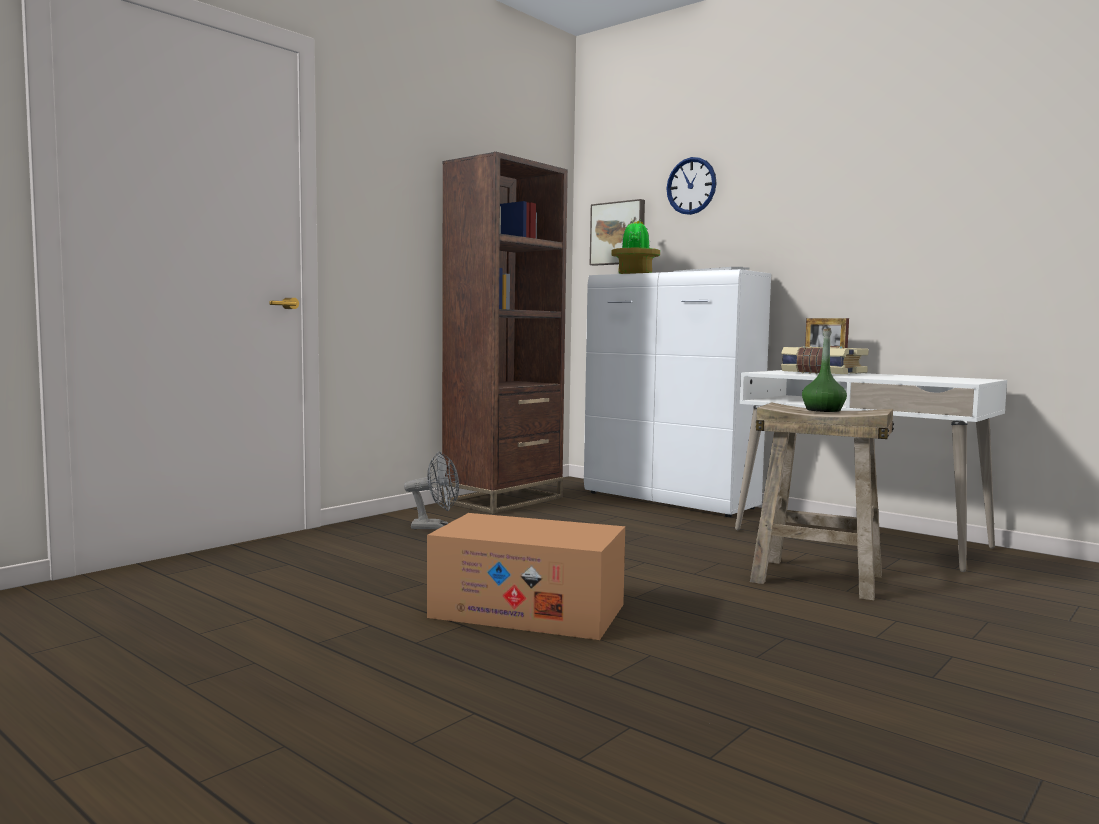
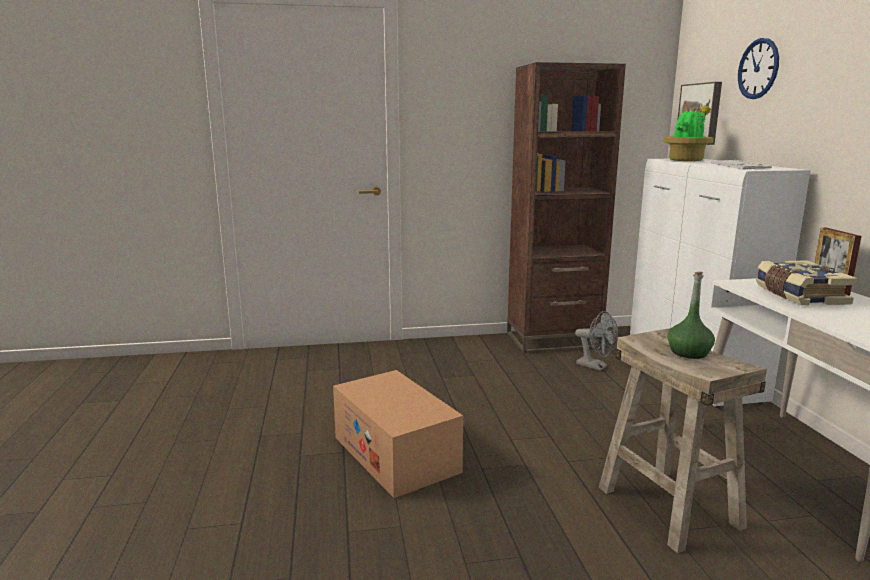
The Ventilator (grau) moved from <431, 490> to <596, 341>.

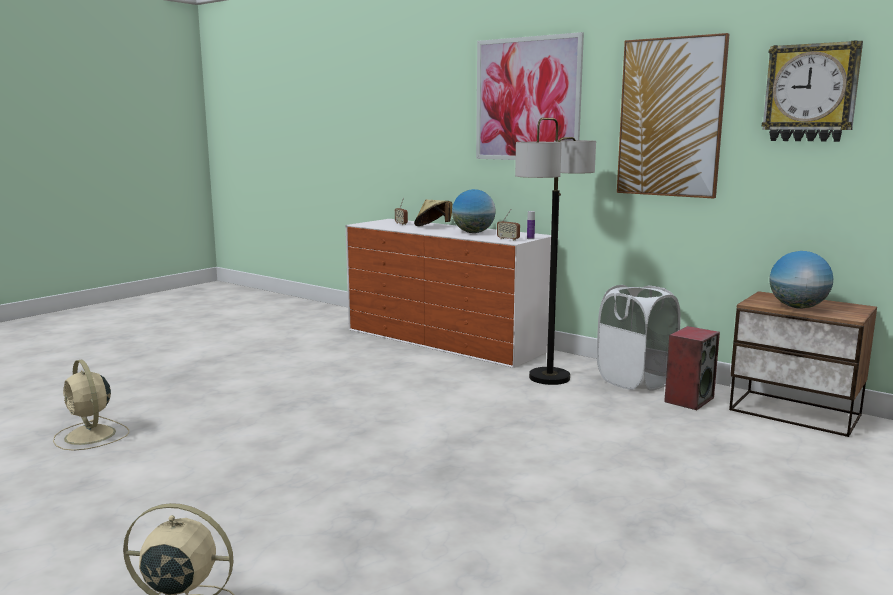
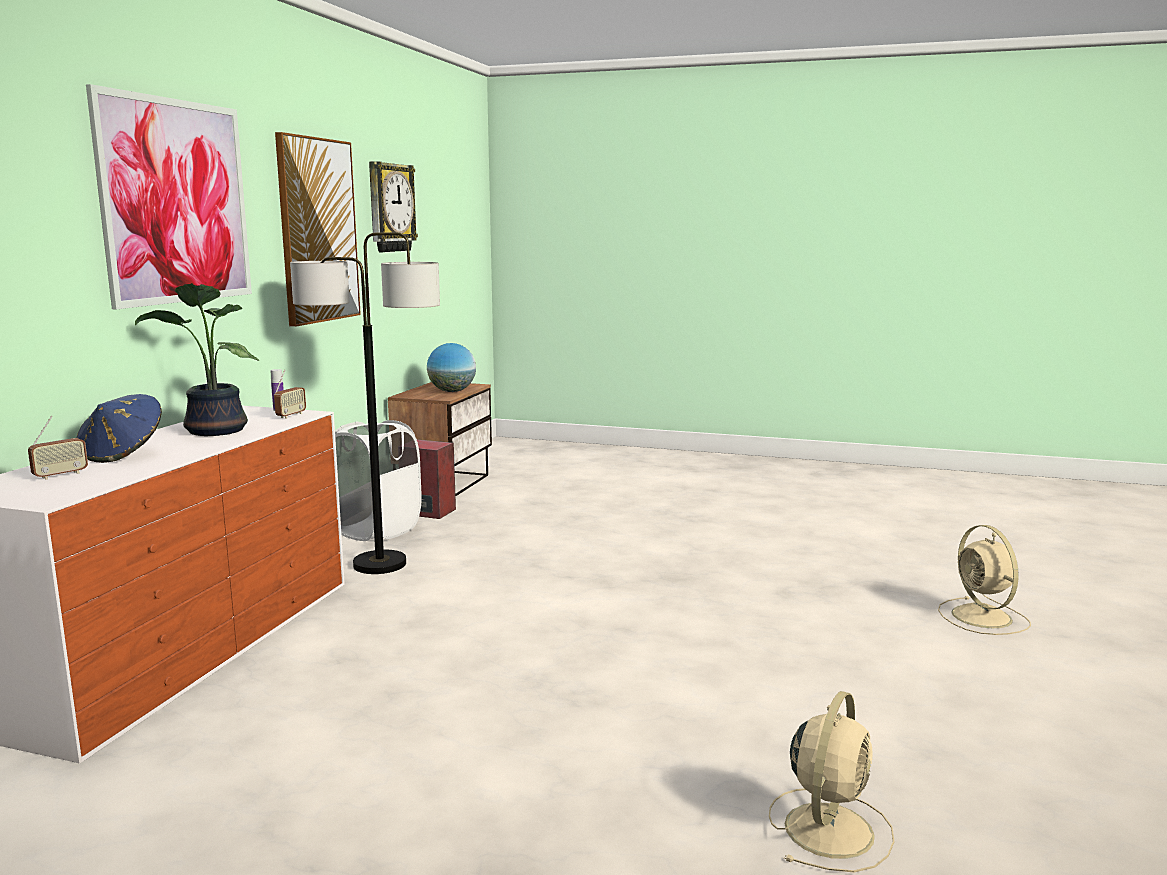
The Hut (beige) at <433, 213> became the Hut (blau) at <119, 428>.
The Globus at <474, 211> was replaced by the Topfpflanze at <197, 359>.

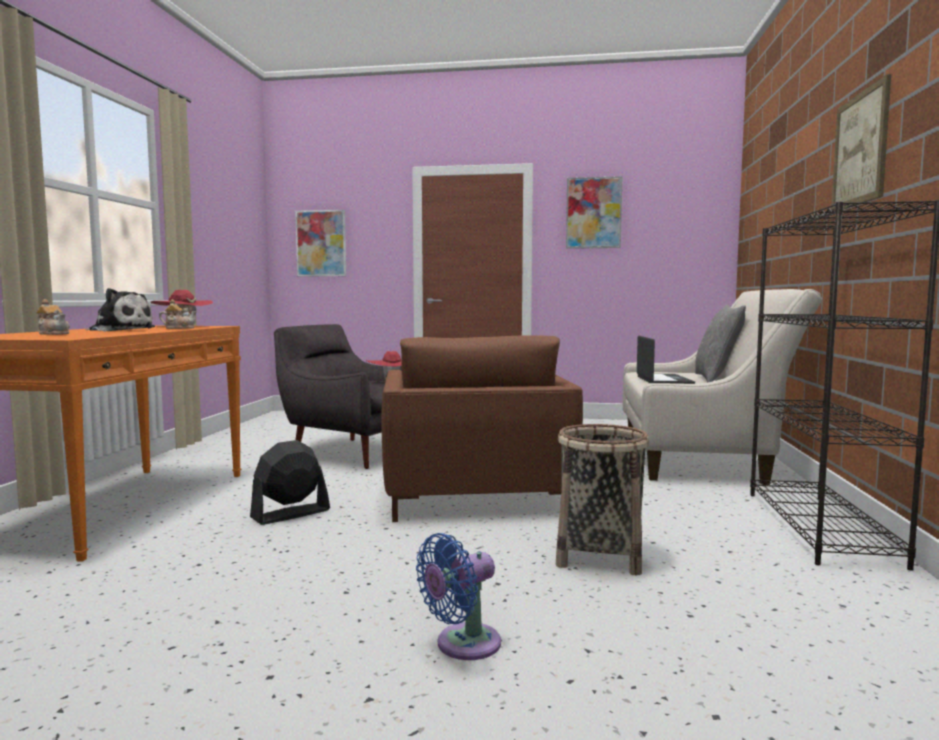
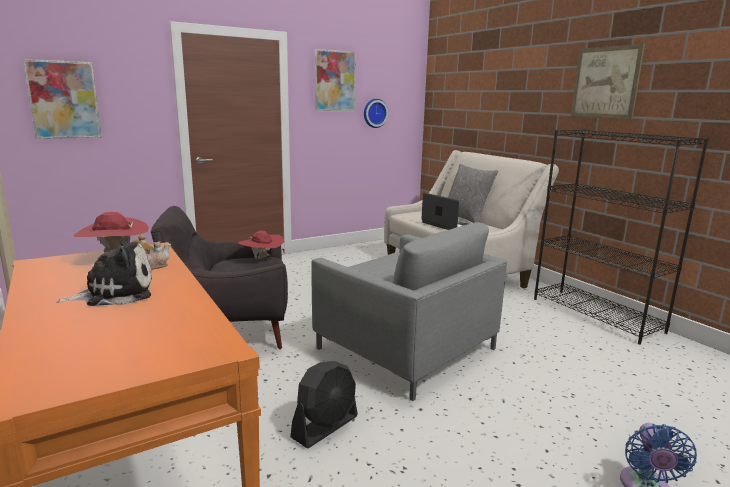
The Teekanne at <53, 317> disappeared.
The Ventilator (schwarz) at <290, 482> turned 150 degrees counterclockwise.
The Sessel (braun) at <482, 428> became the Sessel (grau) at <409, 311>.
The Korb at <603, 499> disappeared.
The Wanduhr at <376, 113> appeared.

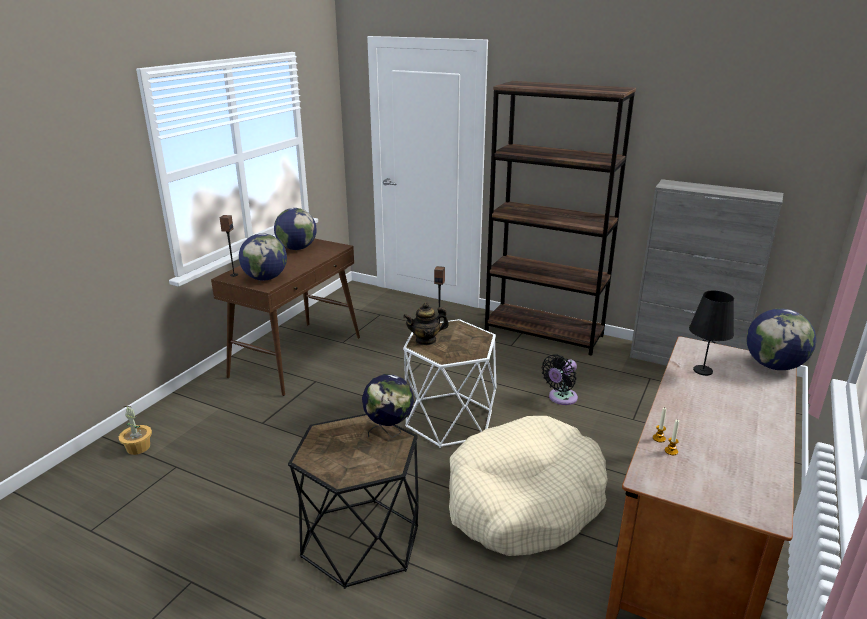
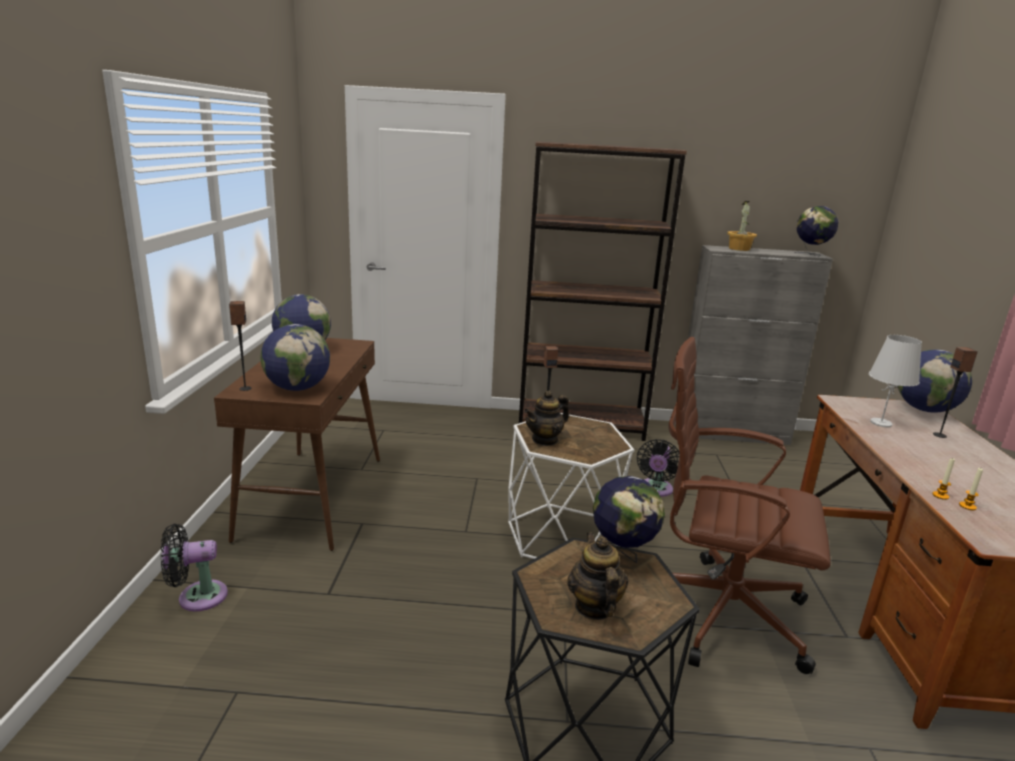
The Topfpflanze moved from <135, 430> to <742, 226>.
The Hundebett (beige) at <528, 486> was replaced by the Bürostuhl (braun) at <750, 505>.
The Tischlampe (schwarz) at <711, 333> became the Tischlampe (weiß) at <895, 381>.
The Ventilator (schwarz) at <194, 568> appeared.
The Teekanne at <597, 576> appeared.
The Globus at <816, 231> appeared.
The Lautsprecher at <955, 392> appeared.

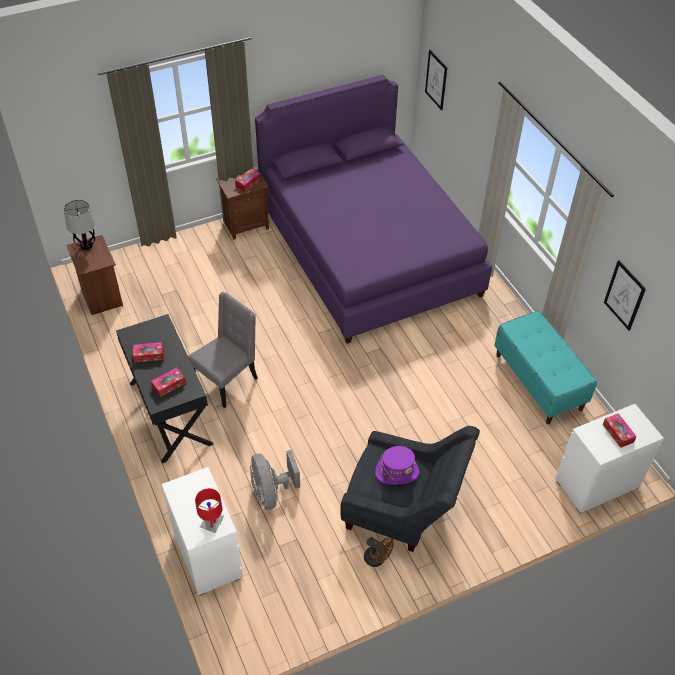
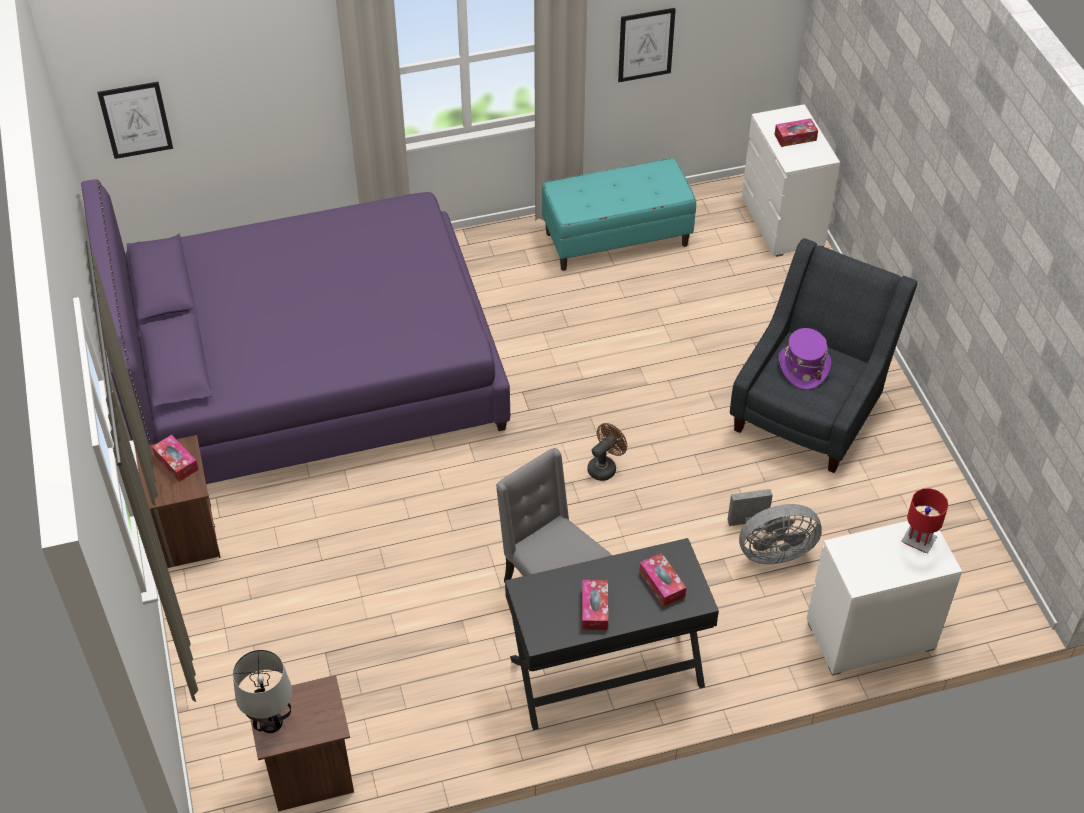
The Ventilator (braun) moved from <379, 552> to <607, 452>.

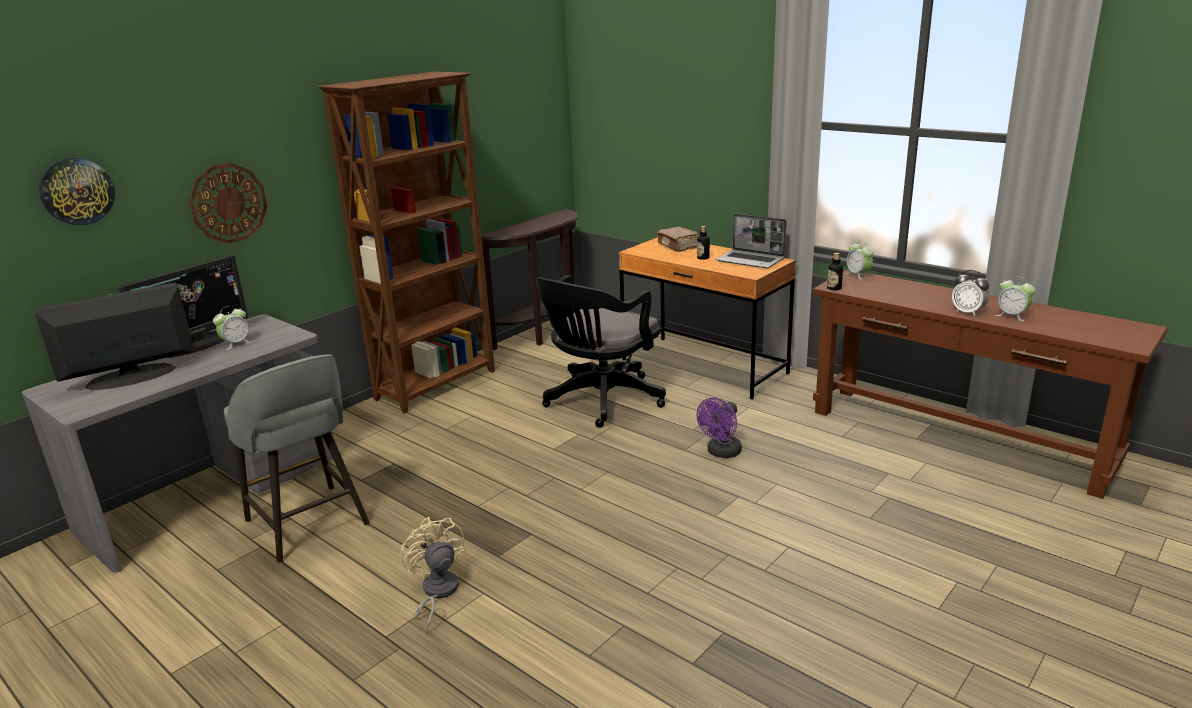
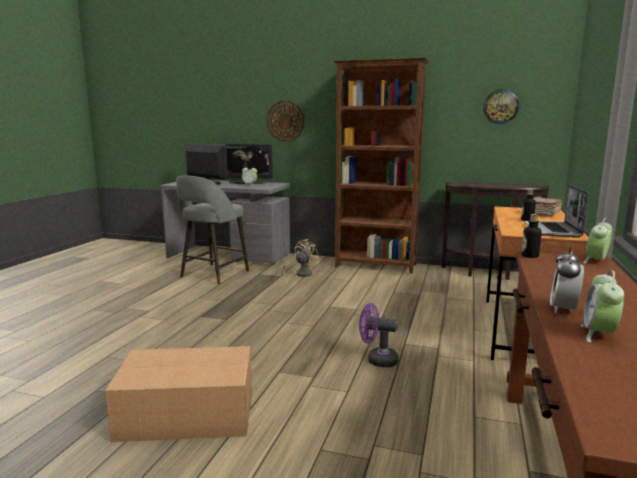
The Wanduhr moved from <77, 191> to <501, 106>.
The Ventilator (beige) moved from <433, 574> to <297, 258>.
The Bürostuhl (schwarz) at <601, 351> disappeared.
The Karton at <178, 394> appeared.

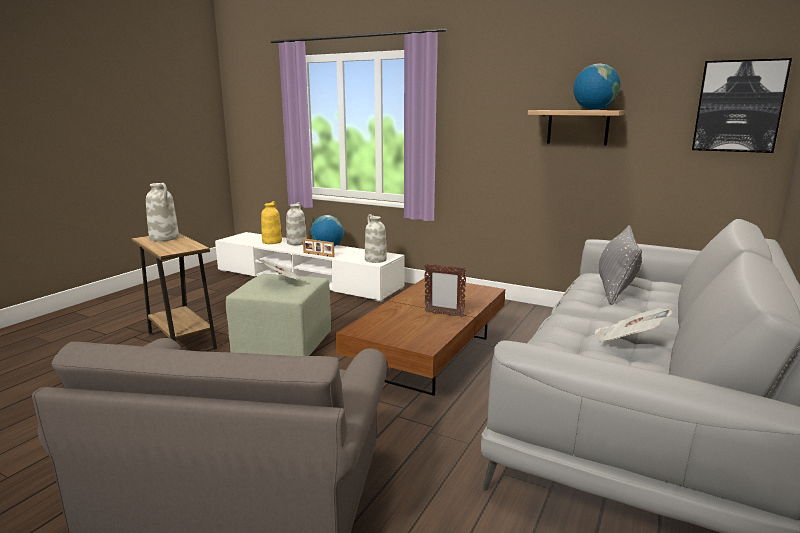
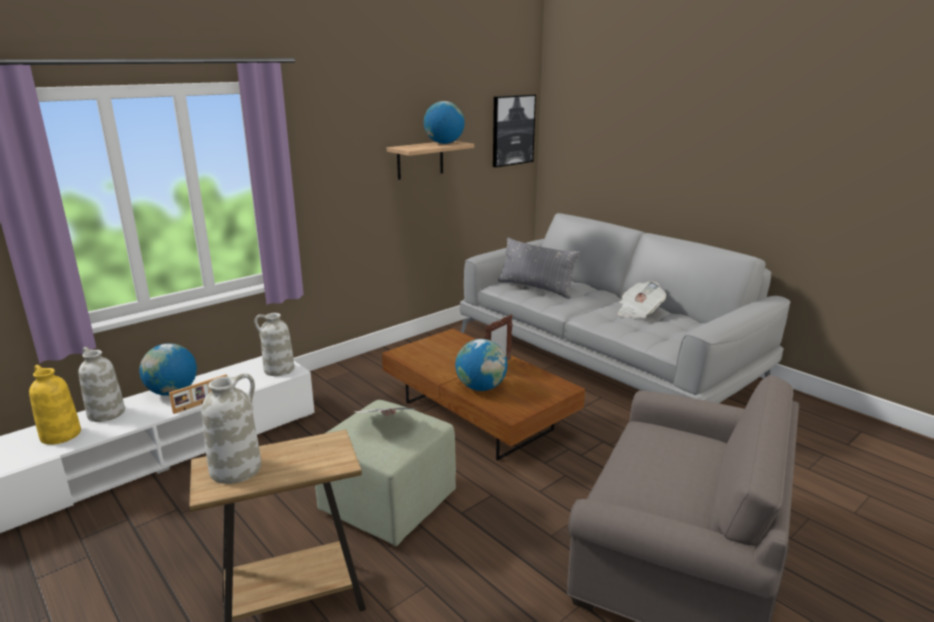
The Globus at <481, 365> appeared.

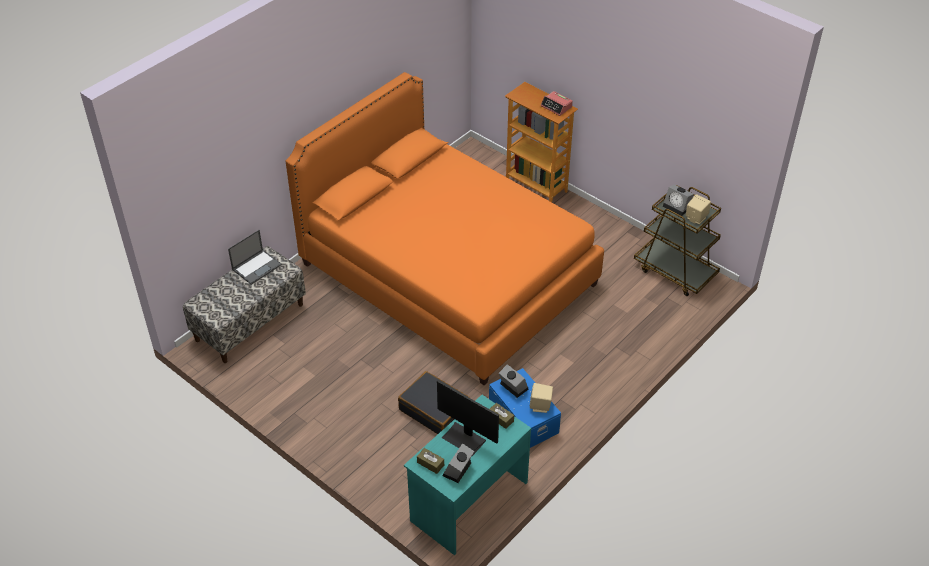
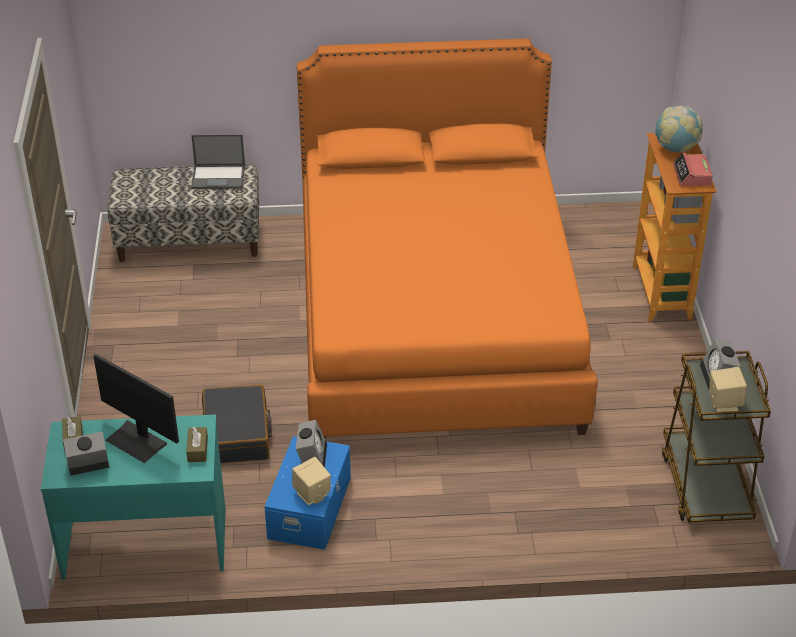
The Monitor at <468, 418> turned 45 degrees counterclockwise.
The Globus at <679, 129> appeared.

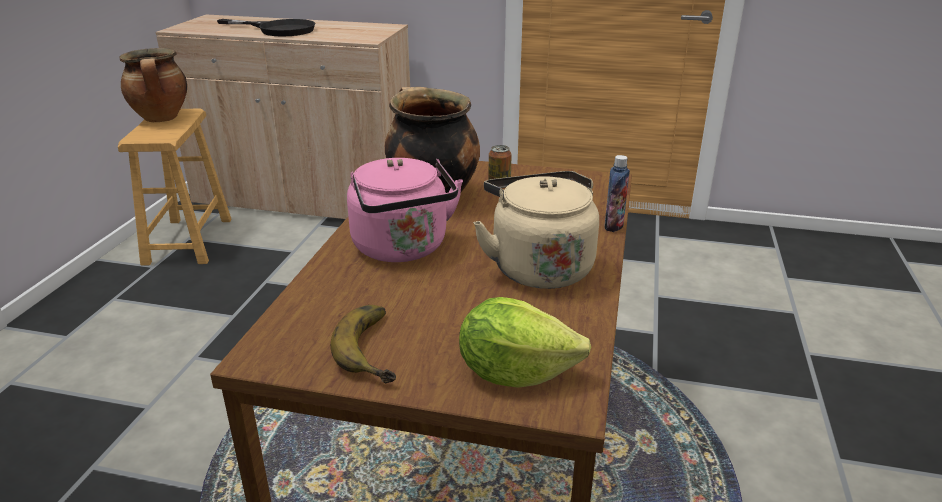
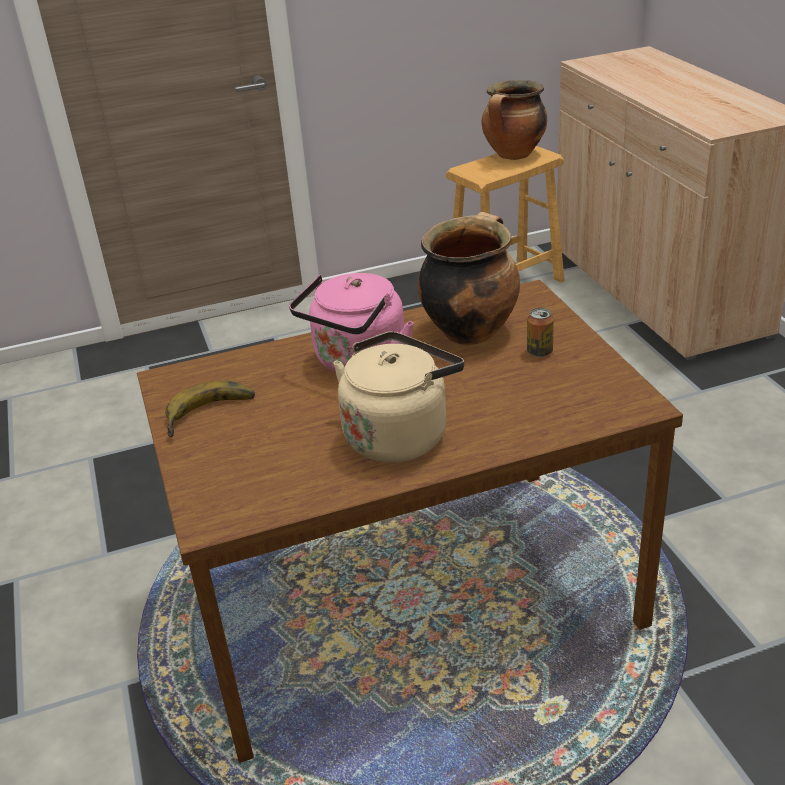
The Pfanne (schwarz) at <266, 28> disappeared.
The Salatkopf at <525, 342> disappeared.
The Flasche at <617, 193> disappeared.

